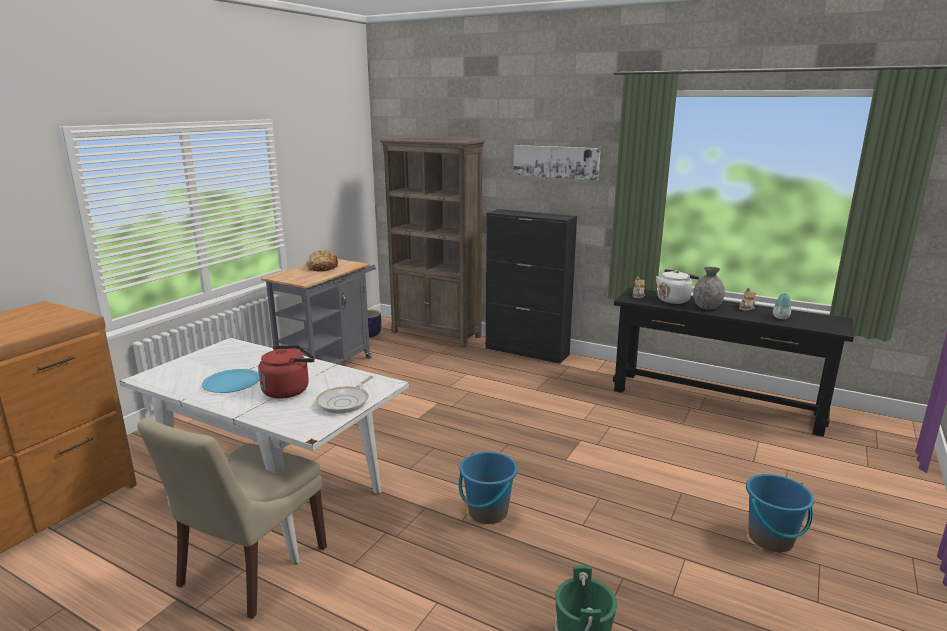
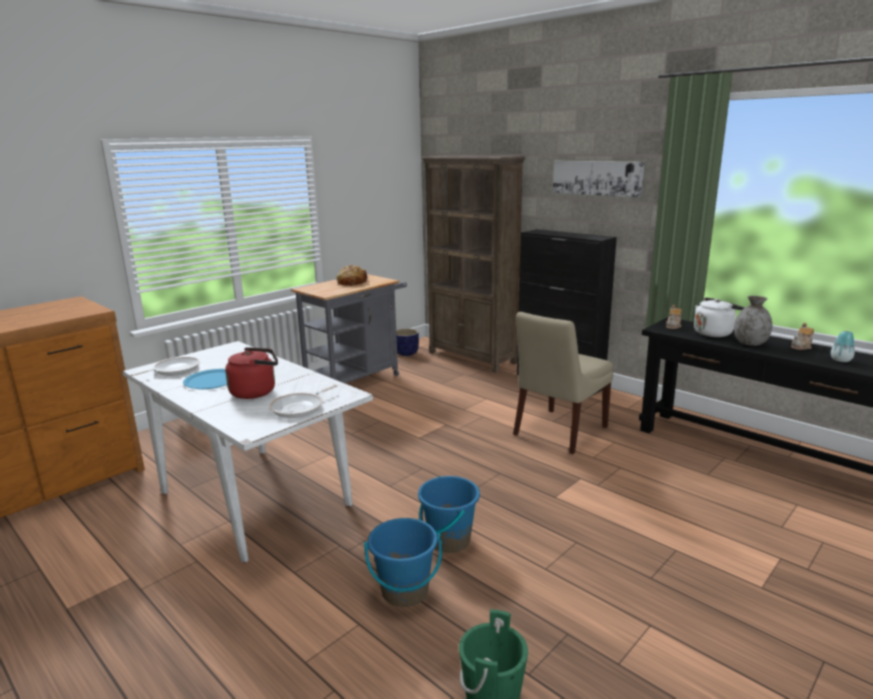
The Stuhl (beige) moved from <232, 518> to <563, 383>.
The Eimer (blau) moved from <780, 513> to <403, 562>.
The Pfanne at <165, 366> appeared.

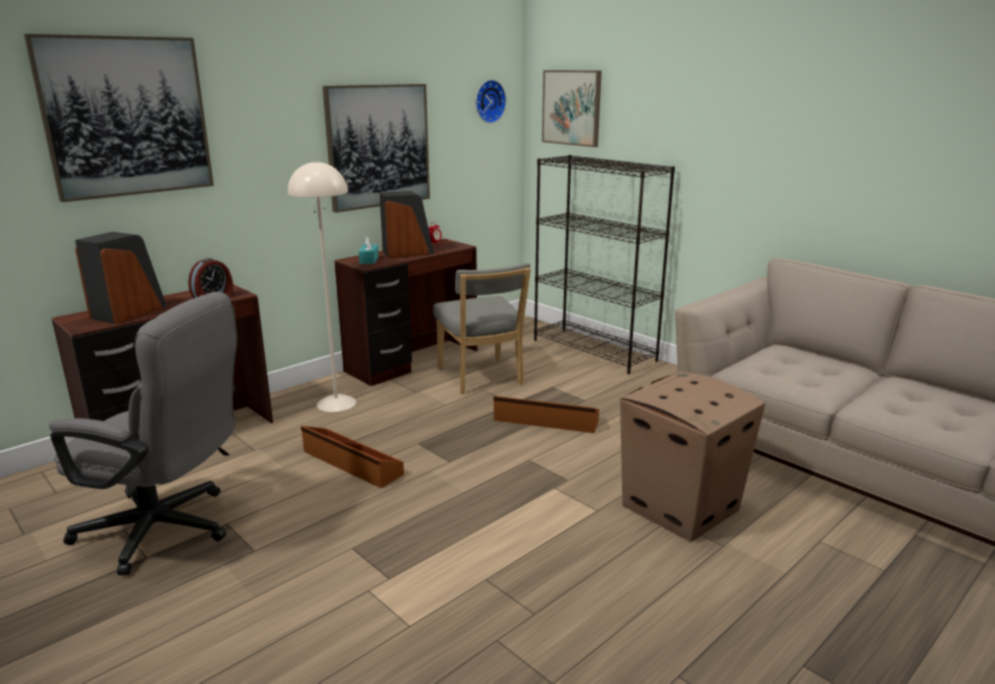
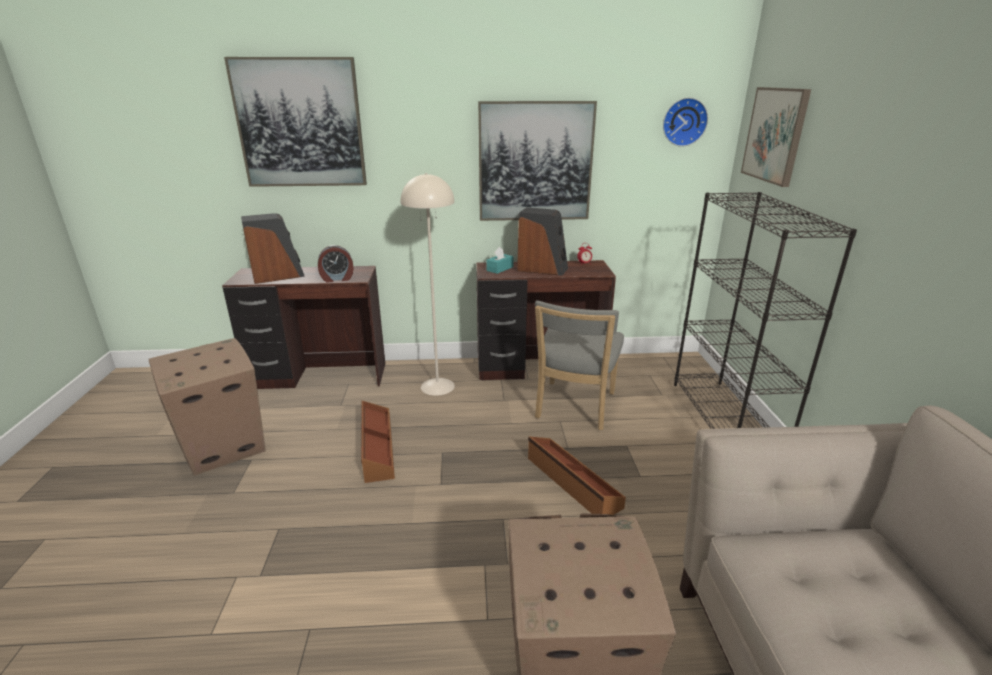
The Bürostuhl (grau) at <143, 433> was replaced by the Karton at <207, 407>.

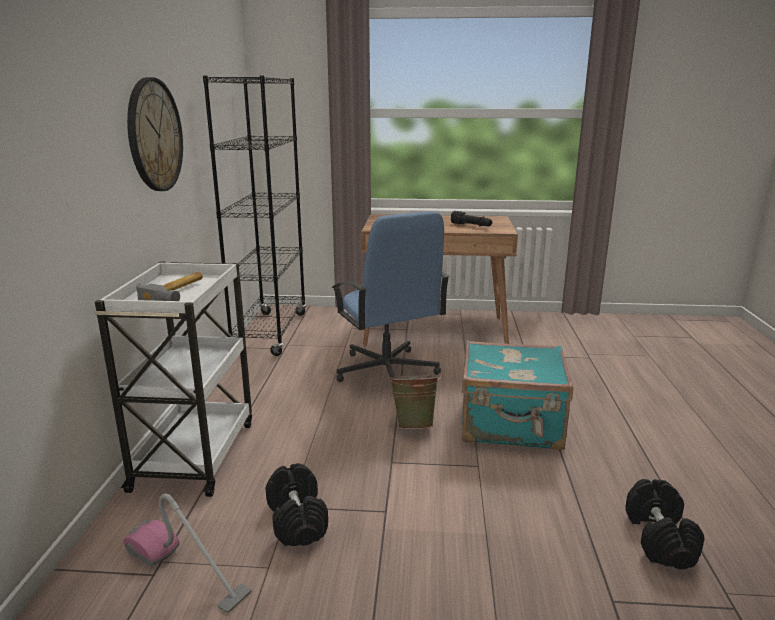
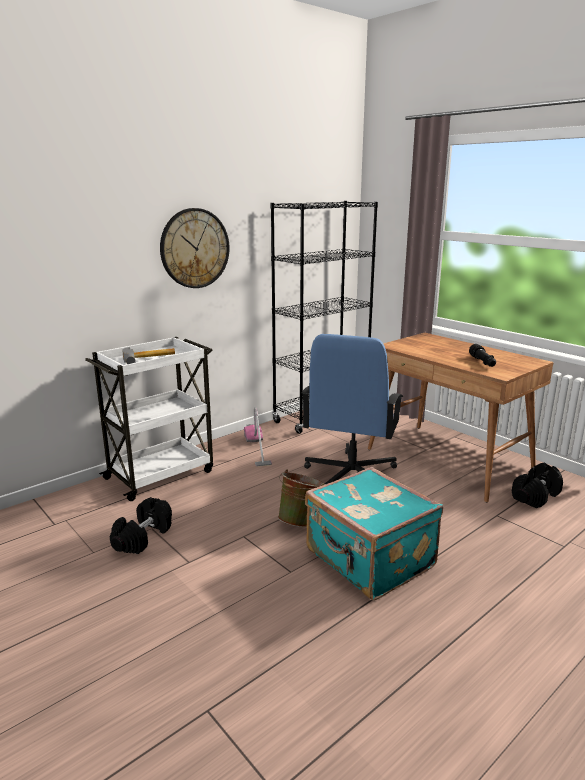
The Staubsauger moved from <187, 553> to <258, 437>.
The Hantel (schwarz) moved from <665, 524> to <537, 485>.

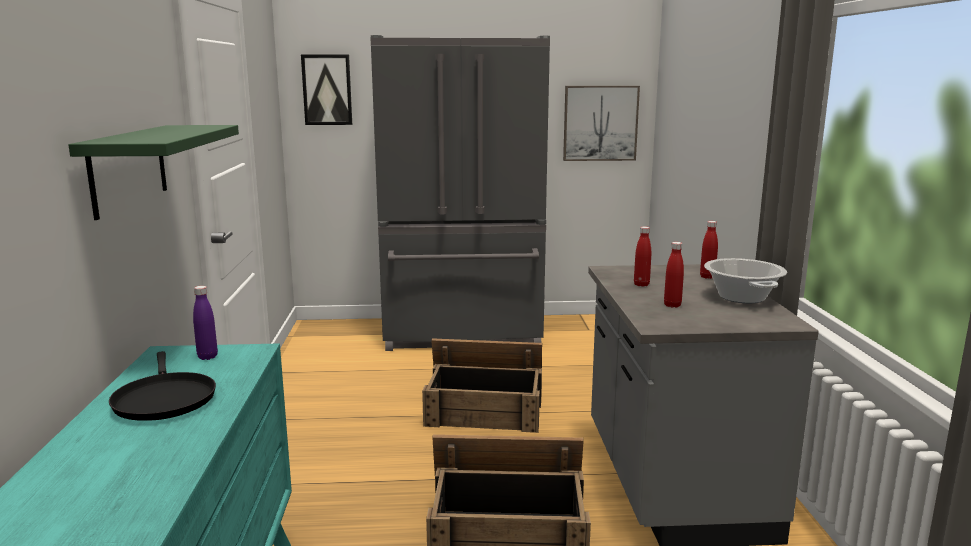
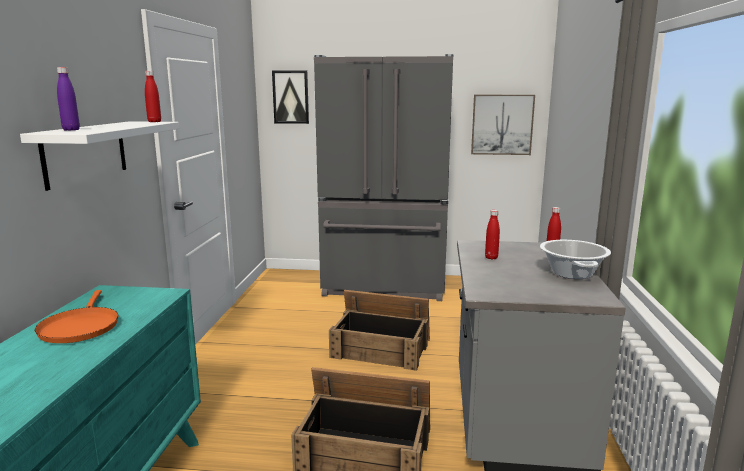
The Wandregal (grün) at <154, 172> became the Wandregal (weiß) at <99, 156>.
The Pfanne (schwarz) at <162, 386> became the Pfanne (orange) at <77, 316>.
The Flasche (lila) moved from <205, 323> to <68, 98>.
The Flasche (rot) moved from <674, 275> to <153, 96>.

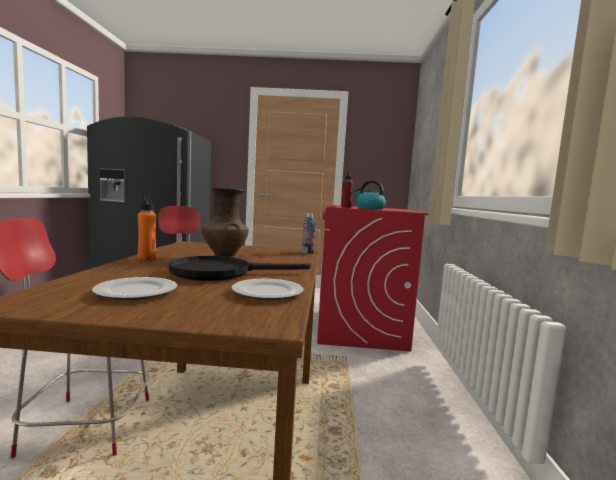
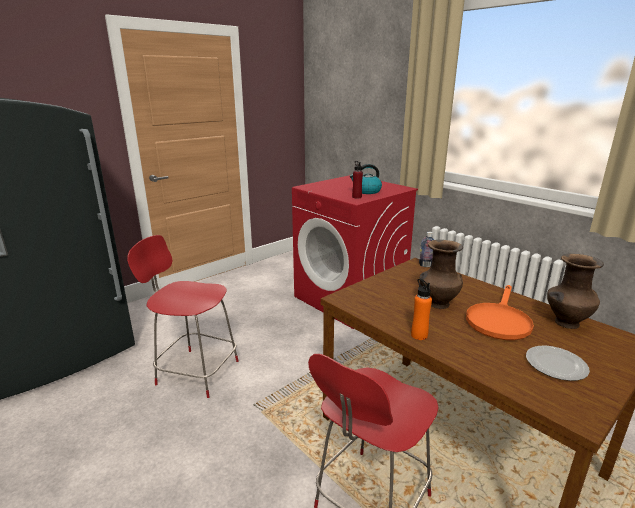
The Pfanne (schwarz) at <240, 268> became the Pfanne (orange) at <500, 312>.
The Teller at <267, 290> was replaced by the Vase (braun) at <575, 291>.

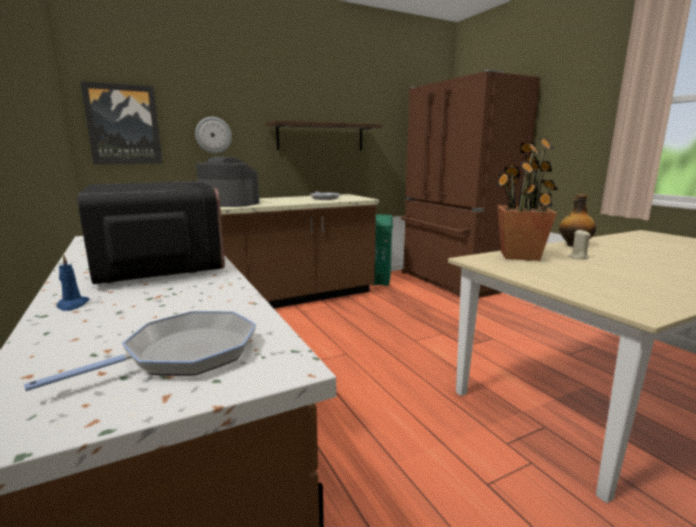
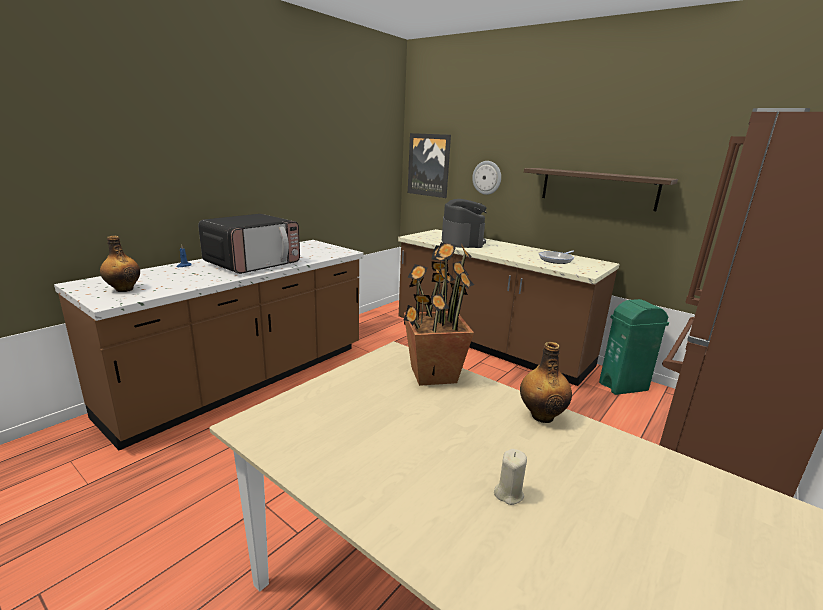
The Pfanne at <140, 351> was replaced by the Flasche at <120, 264>.
The Kerze (beige) moved from <579, 244> to <510, 477>.

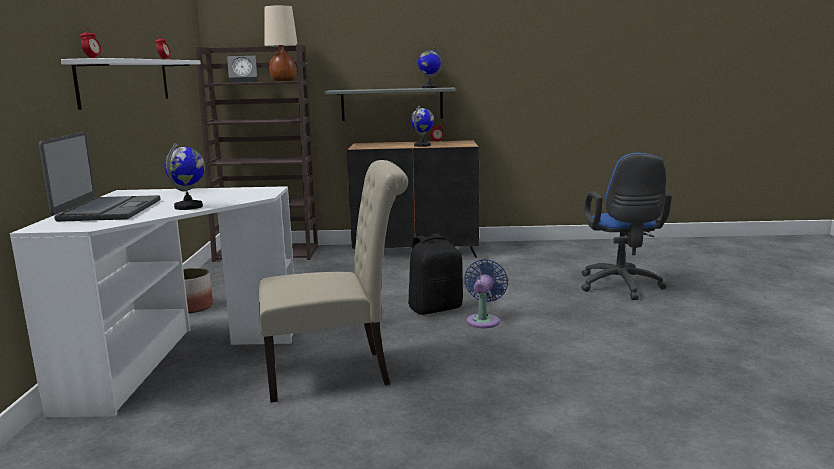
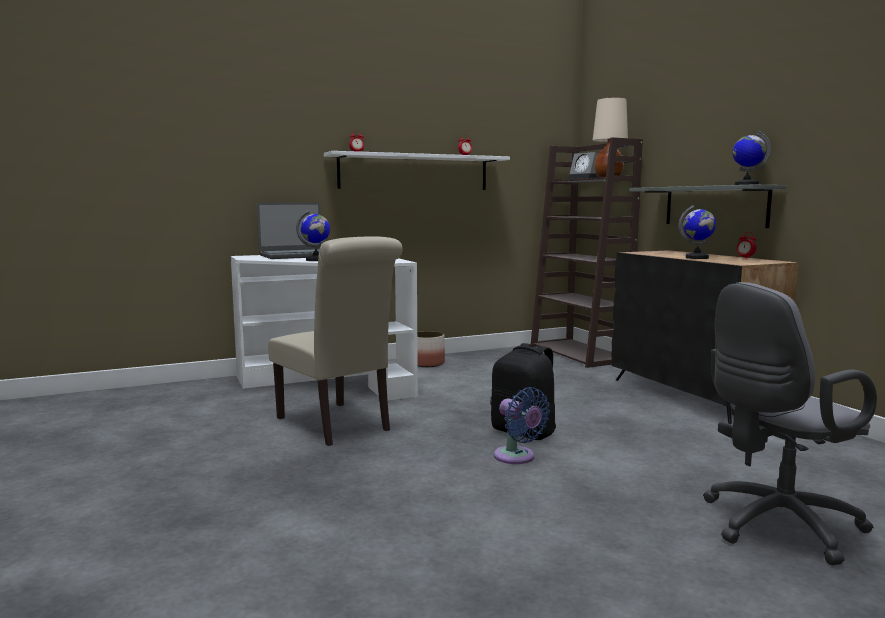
The Ventilator (blau) at <486, 293> turned 60 degrees clockwise.
The Bürostuhl (blau) at <626, 226> became the Bürostuhl (grau) at <790, 423>.

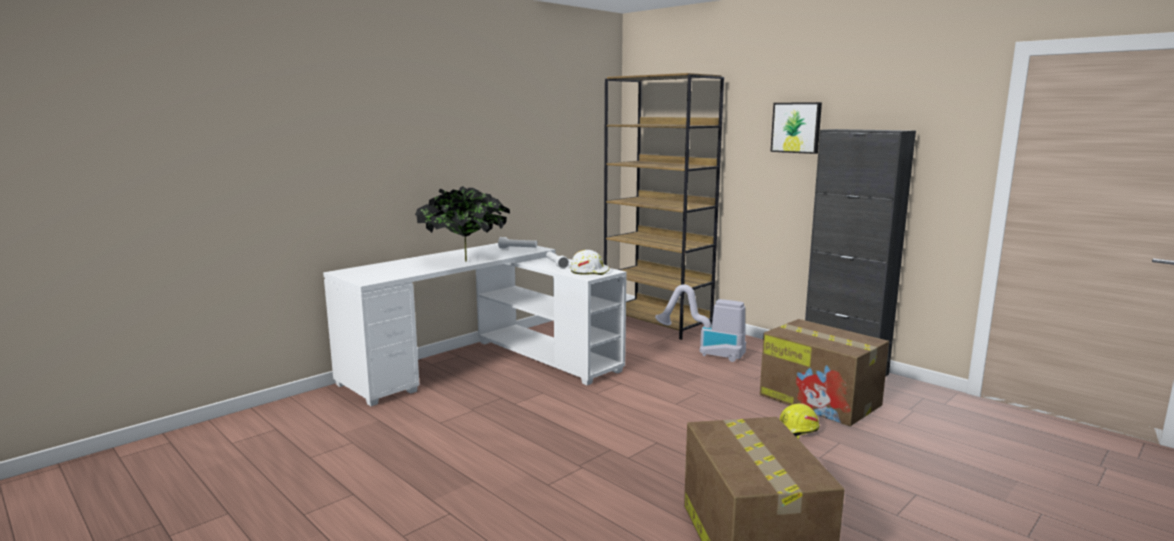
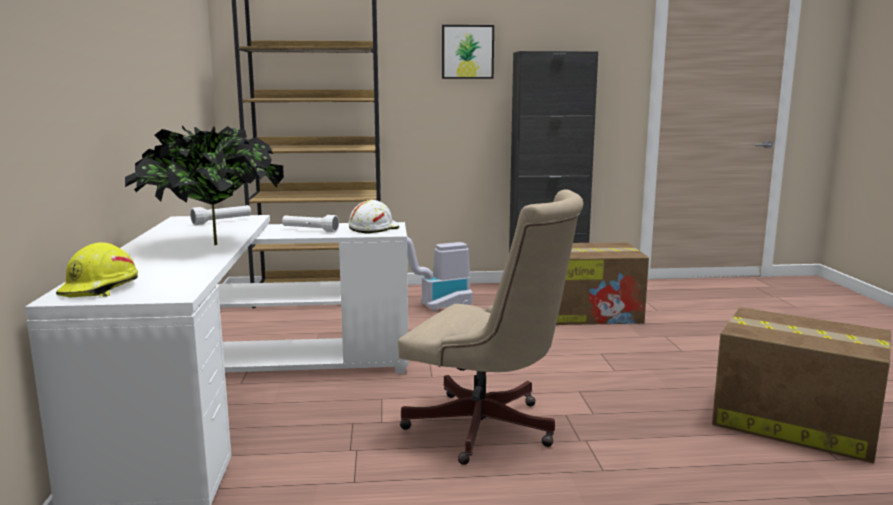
The Schutzhelm (gelb) moved from <800, 421> to <97, 270>.
The Bürostuhl (beige) at <491, 327> appeared.

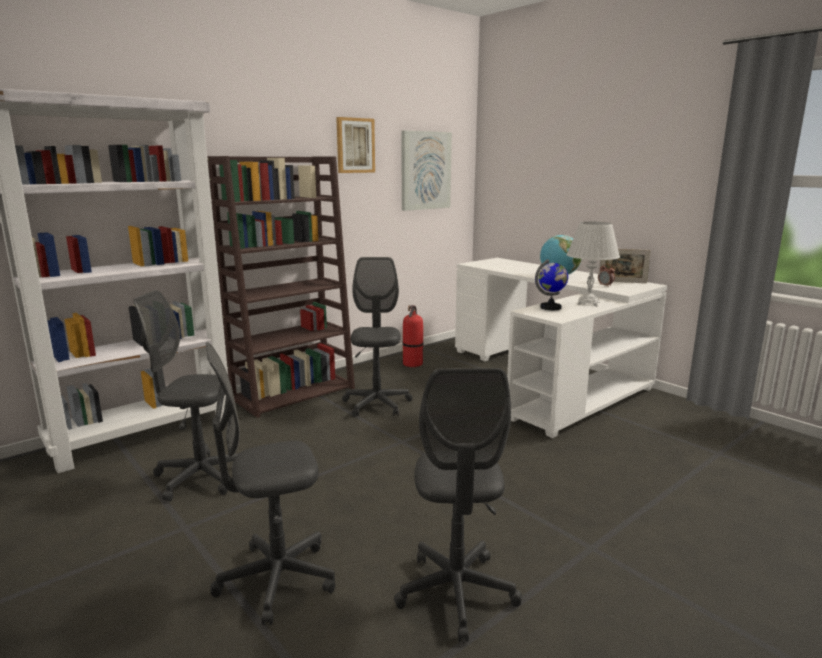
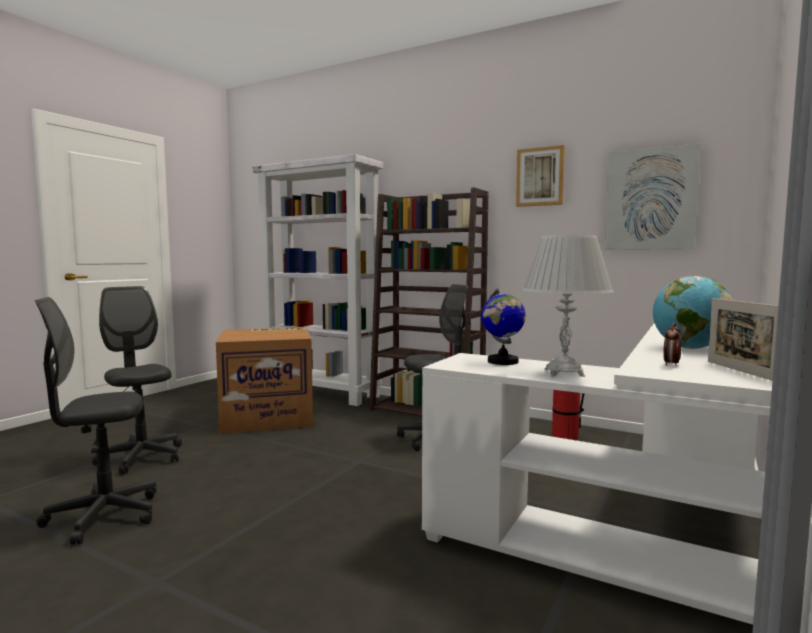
The Bürostuhl (grau) at <186, 395> was replaced by the Karton at <264, 380>.

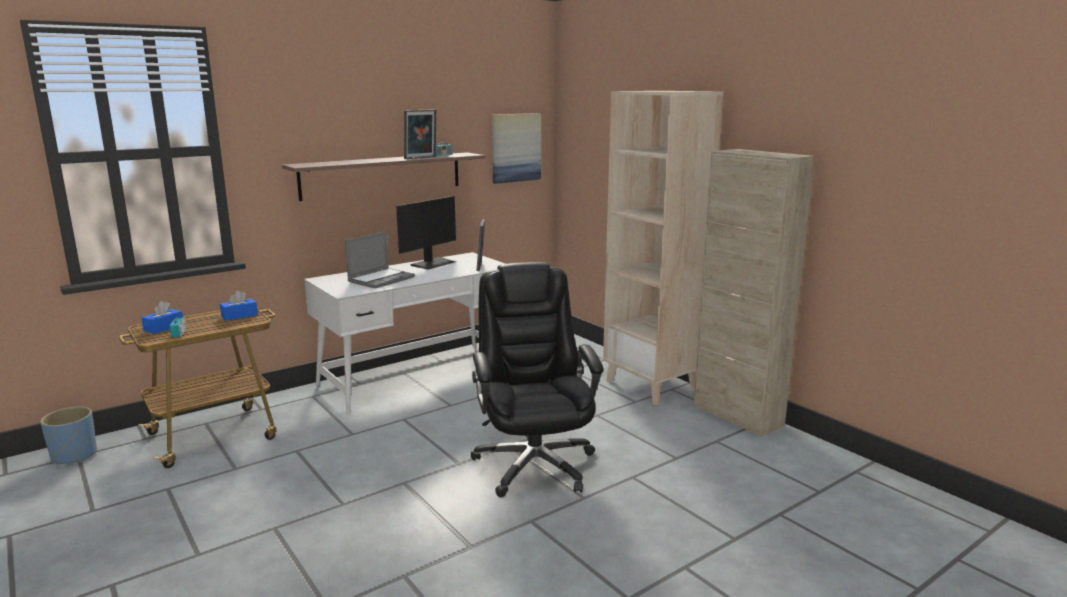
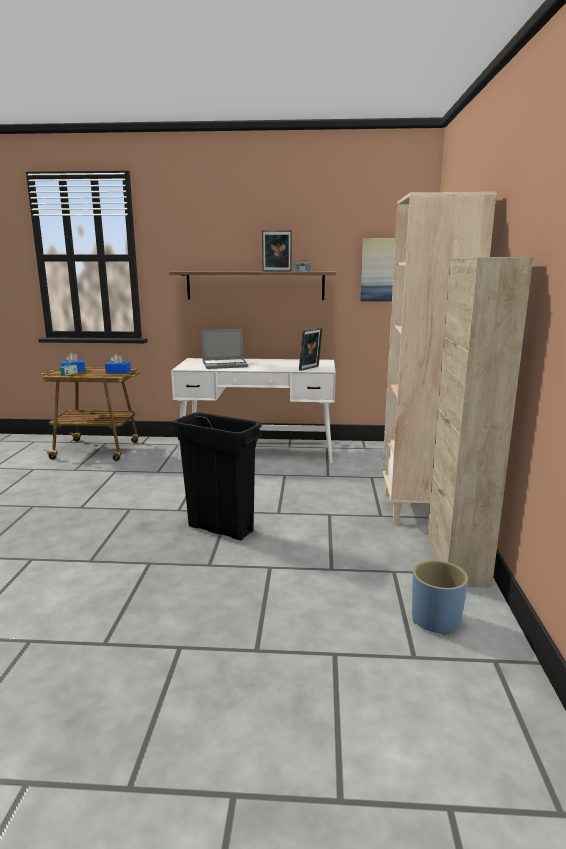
The Pflanzkübel (blau) moved from <68, 435> to <440, 597>.
The Monitor at <426, 233> disappeared.
The Bürostuhl (schwarz) at <537, 379> was replaced by the Mülleimer (schwarz) at <217, 476>.

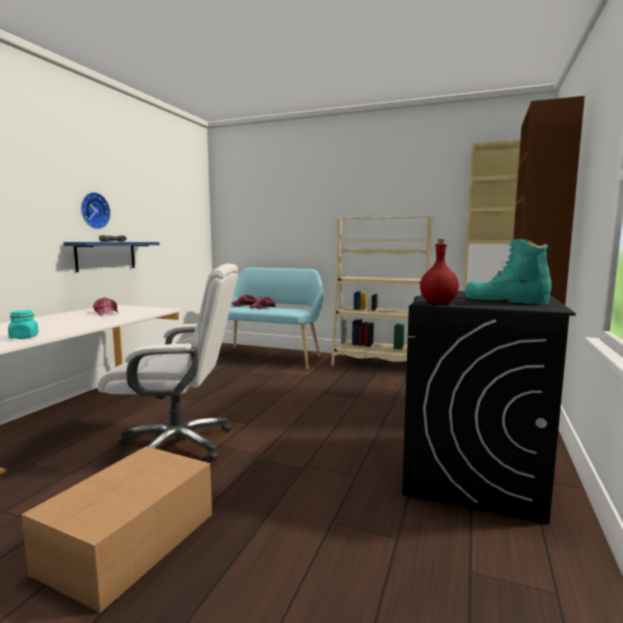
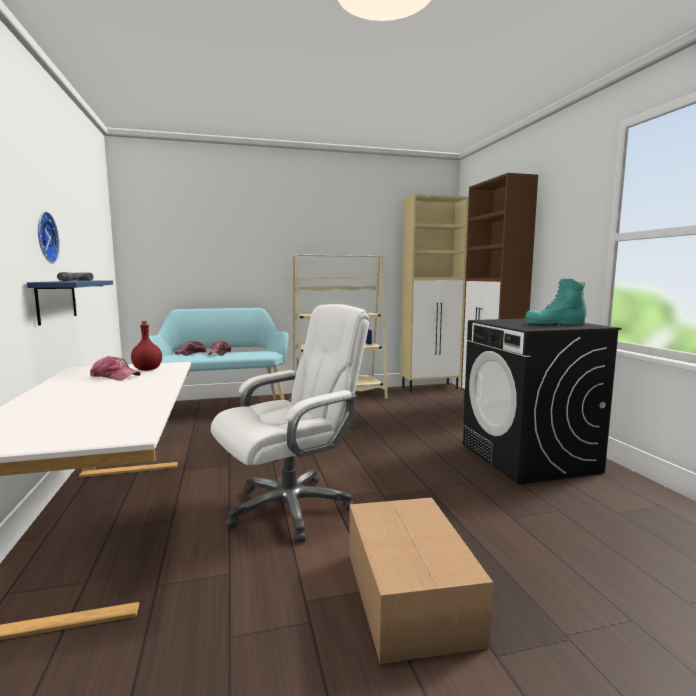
The Vorratsglas (türkis) at <23, 324> disappeared.
The Flasche (rot) moved from <439, 271> to <146, 346>.

